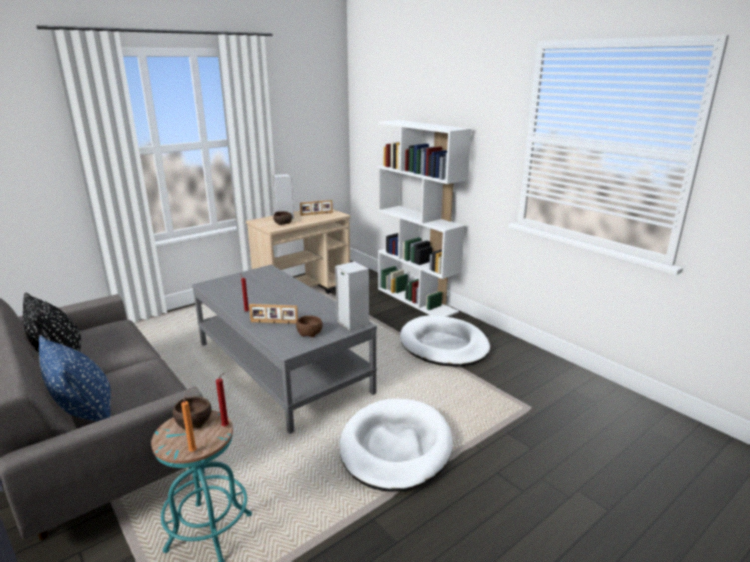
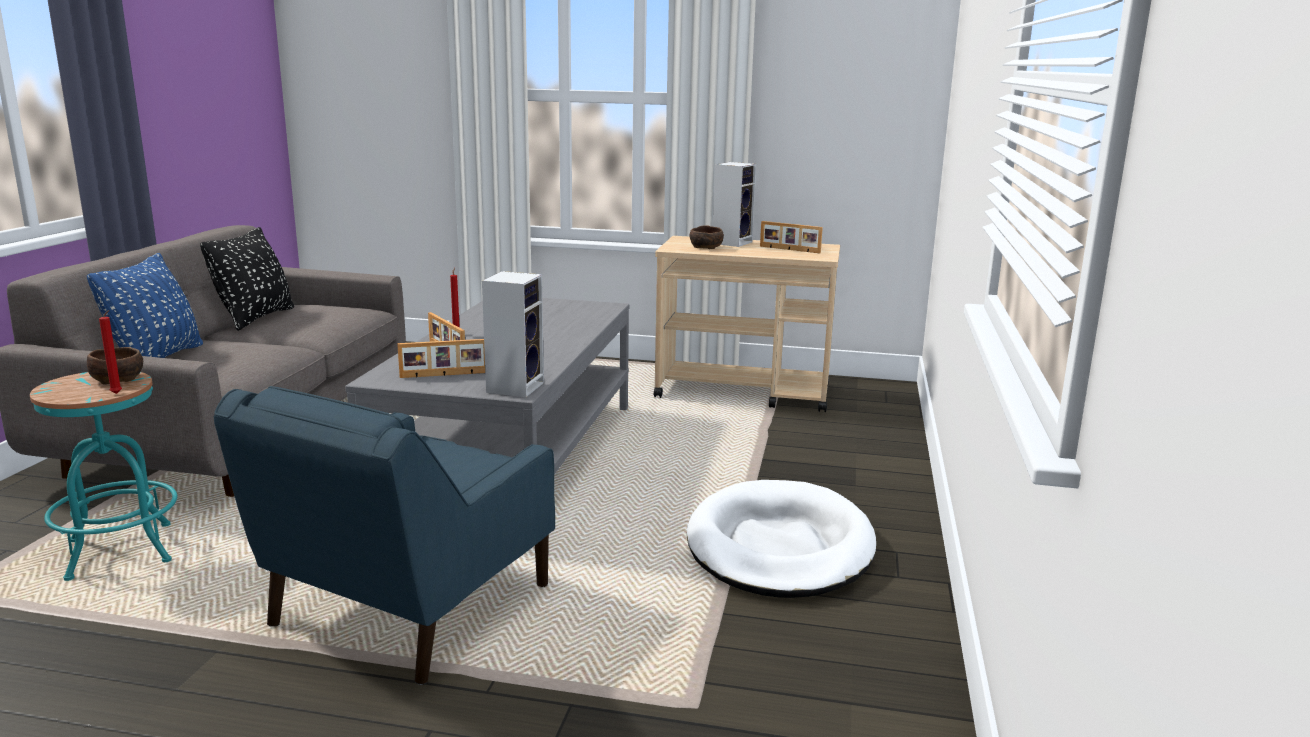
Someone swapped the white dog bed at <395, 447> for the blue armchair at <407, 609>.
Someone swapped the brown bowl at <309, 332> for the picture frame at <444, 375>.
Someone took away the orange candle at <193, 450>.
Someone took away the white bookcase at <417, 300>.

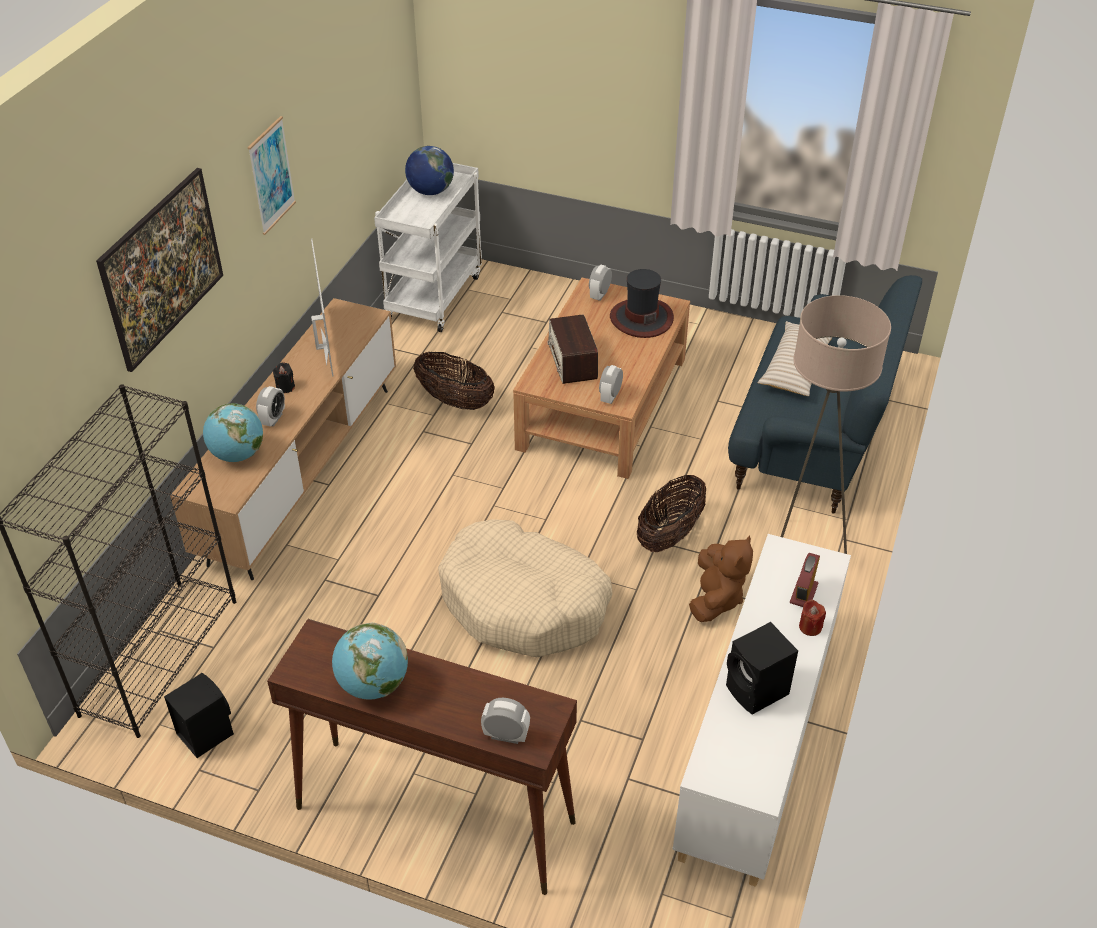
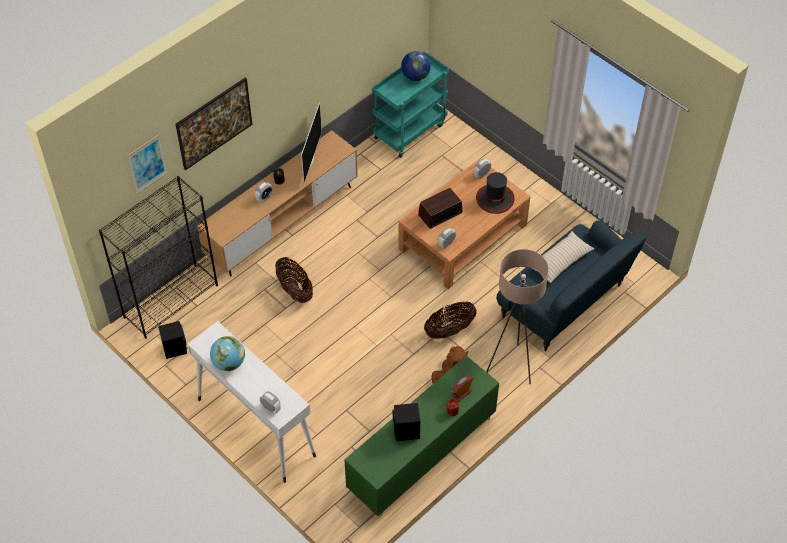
Someone carried the picture from <271, 175> to <147, 164>.
Someone repainted the brown console table at <433, 814>, which became the white console table at <255, 427>.
Someone carried the basket from <455, 401> to <295, 290>.
Someone repainted the white cabinet at <756, 744>, which became the green cabinet at <421, 455>.
Someone repainted the white cart at <434, 295>, which became the turquoise cart at <409, 130>.
Someone rotated the radio at <572, 362> by 45 degrees clockwise.
Someone took away the globe at <238, 455>.
Someone took away the beige dog bed at <524, 603>.

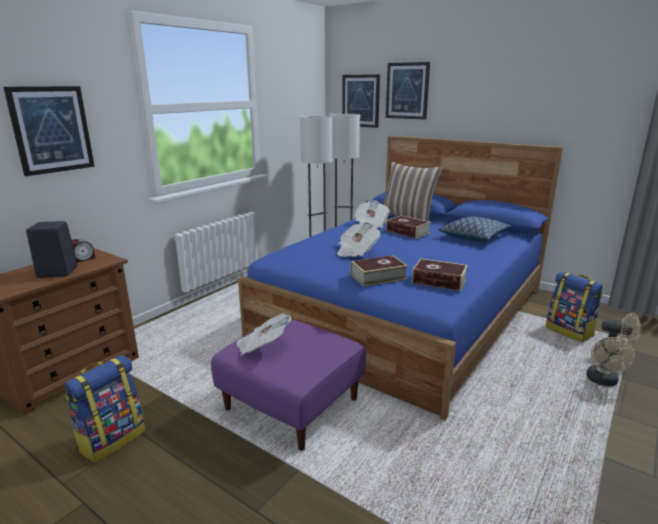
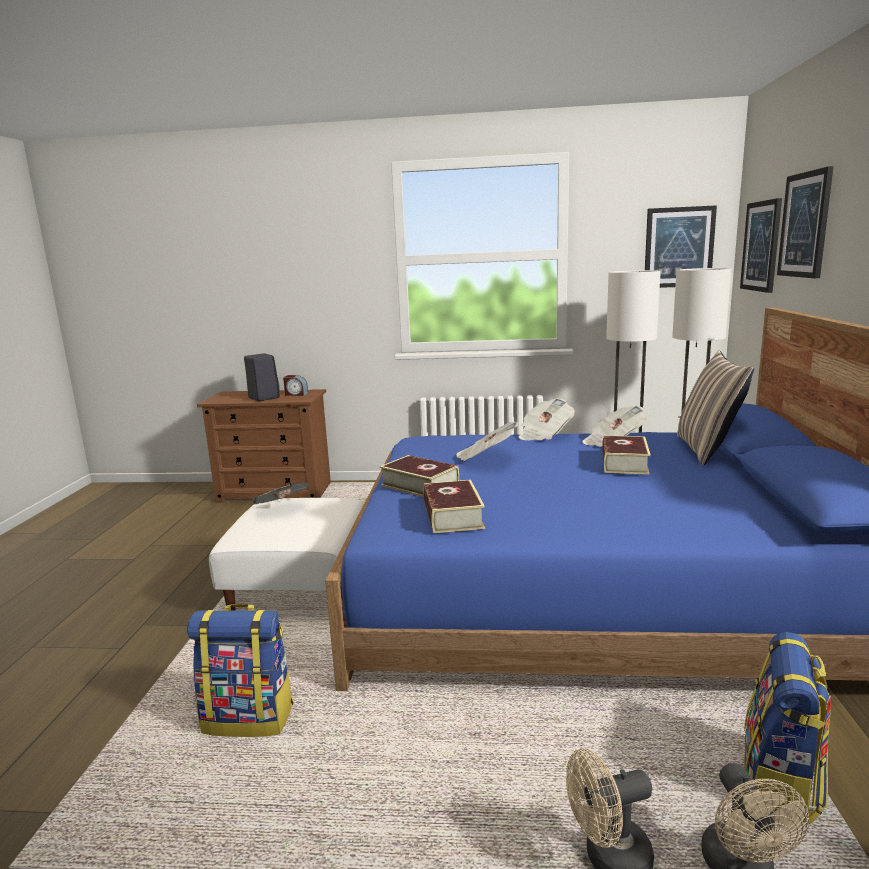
Someone carried the backpack from <112, 439> to <249, 717>.
Someone repainted the purple ottoman at <292, 404>, which became the white ottoman at <300, 588>.
Someone put down the newspaper at <544, 435>.
Someone carried the picture from <51, 129> to <678, 247>.
Someone took away the pillow at <473, 236>.

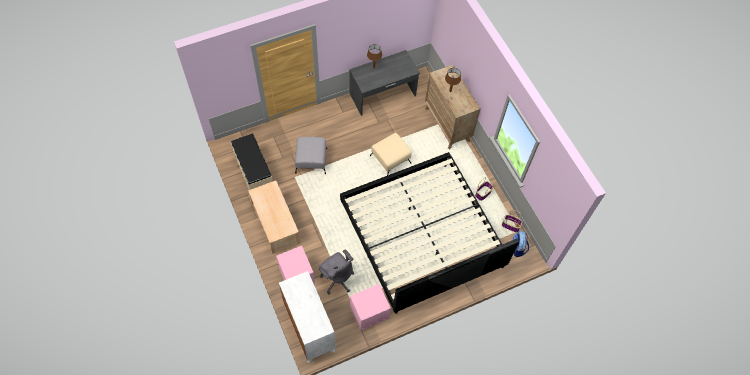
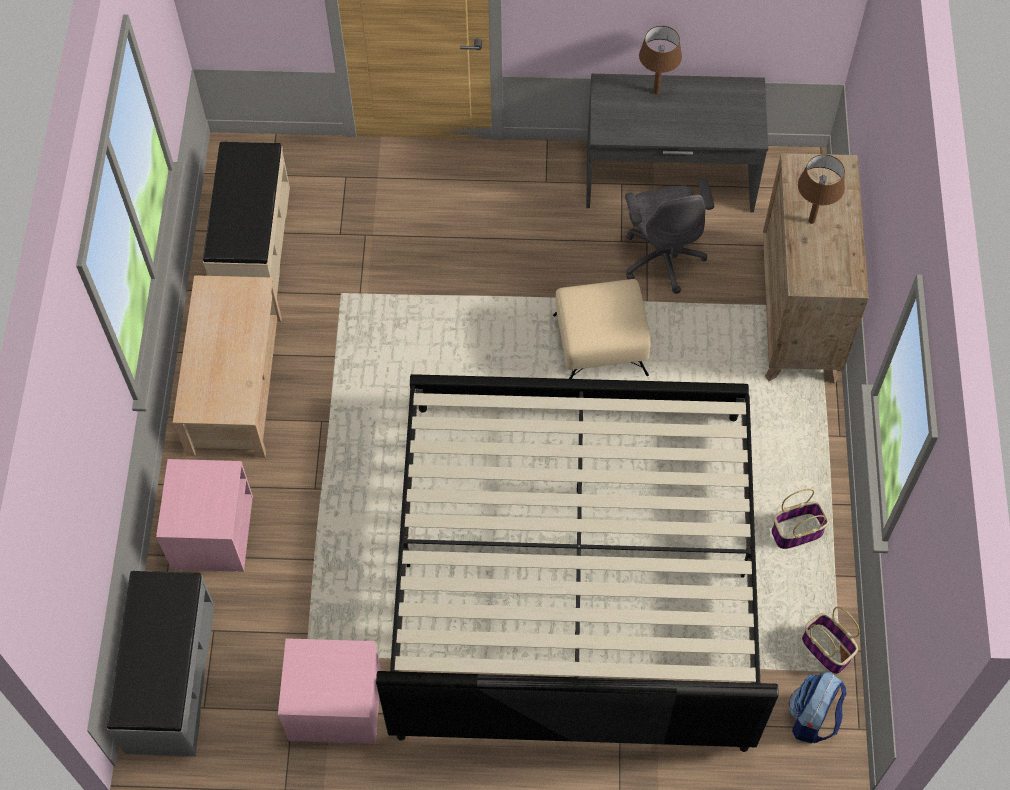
Someone swapped the white dresser at <309, 329> for the grey bench at <169, 678>.
Someone carried the grey office chair from <337, 279> to <663, 257>.
Someone took away the grey ottoman at <311, 160>.

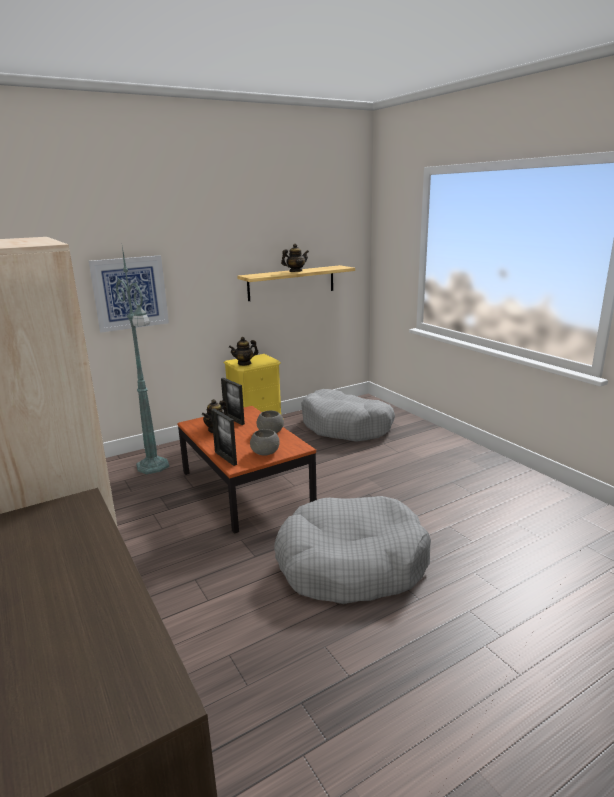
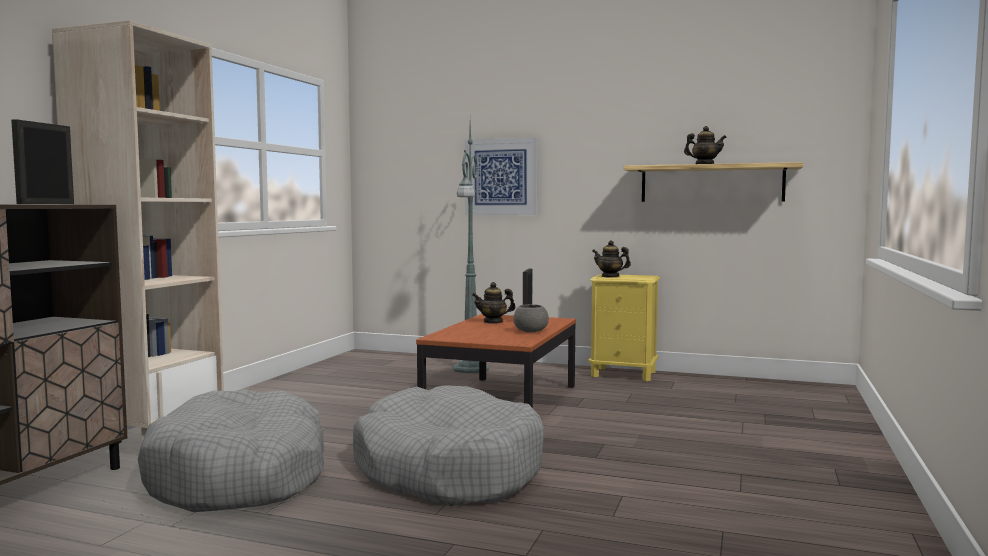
Someone carried the picture frame from <225, 458> to <46, 204>.
Someone carried the grey dog bed from <346, 426> to <240, 476>.
Someone took away the grey bowl at <265, 453>.

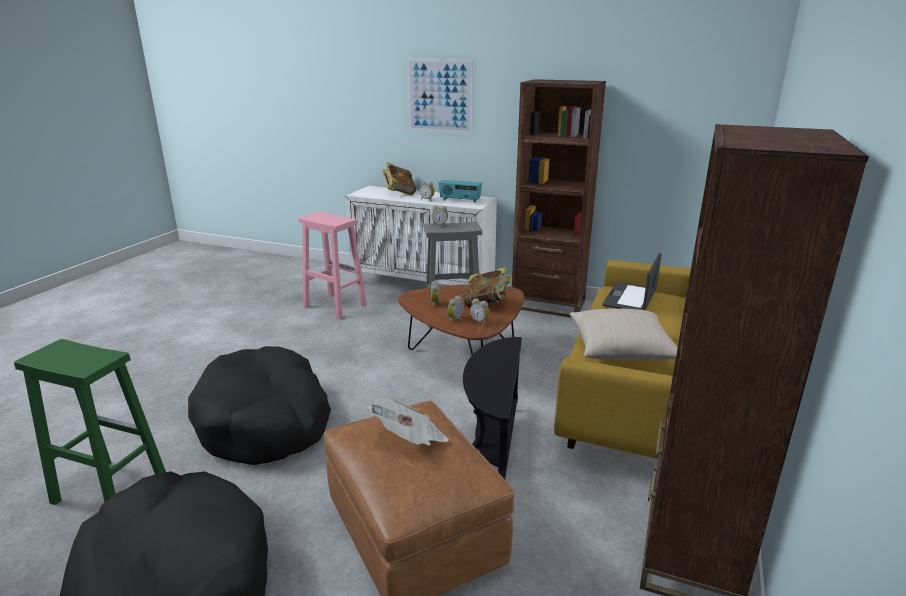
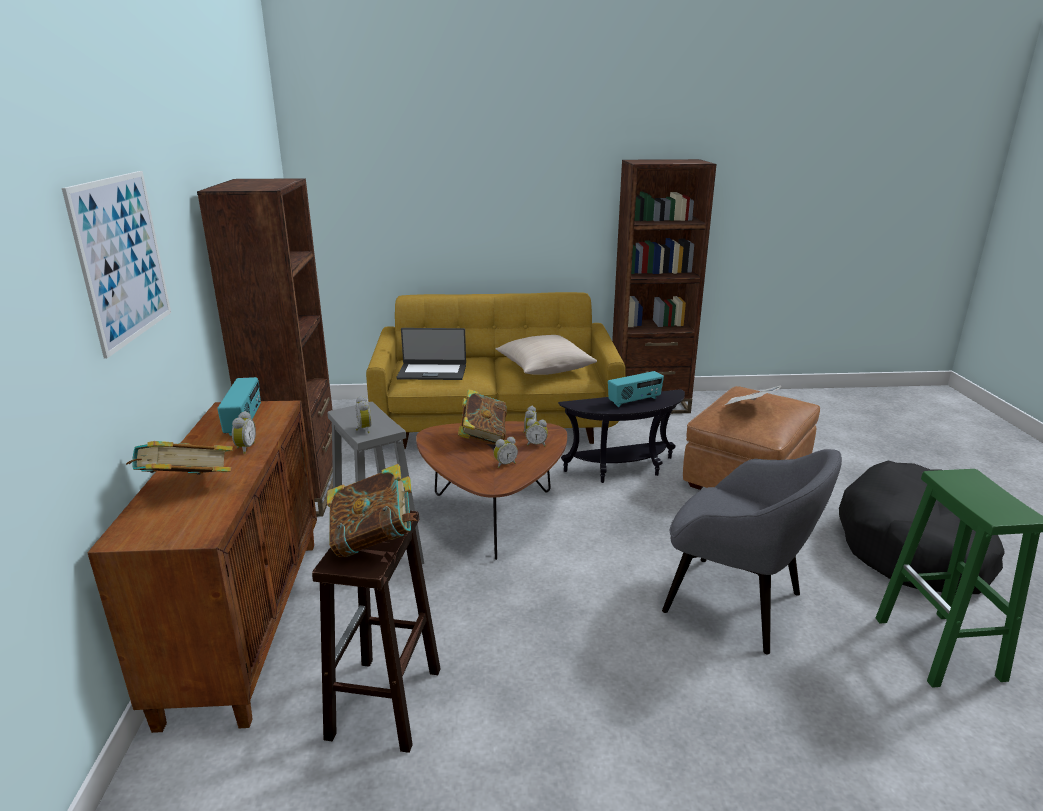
Someone repainted the white cabinet at <423, 286>, which became the brown cabinet at <245, 622>.
Someone repainted the pink stool at <334, 306>, which became the brown stool at <385, 704>.
Someone put down the book at <374, 541>.
Someone put down the radio at <634, 401>.
Someone swapped the black dog bed at <265, 421> for the grey armchair at <736, 604>.

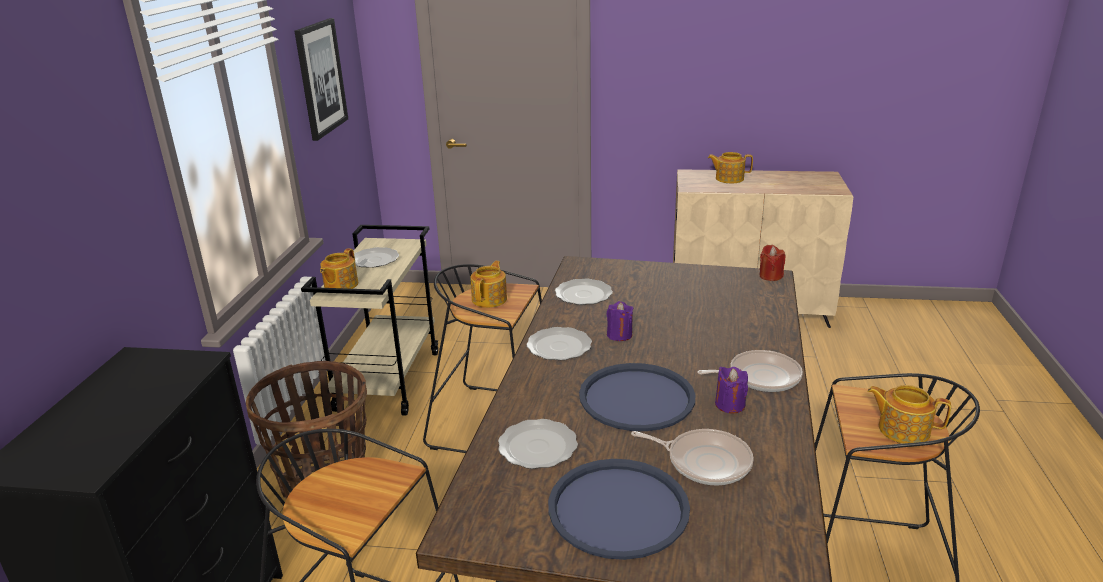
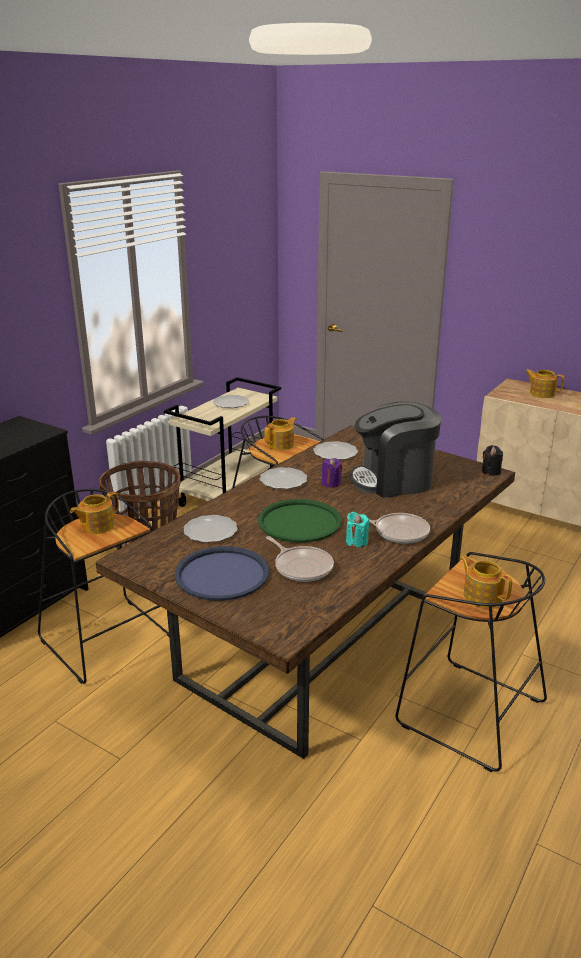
Someone carried the teapot from <340, 285> to <96, 526>.
Someone repainted the blue tray at <636, 398>, which became the green tray at <299, 522>.
Someone repainted the purple candle at <730, 405>, which became the turquoise candle at <356, 542>.
Someone put down the coffee machine at <393, 480>.
Someone repainted the red candle at <770, 276>, which became the black candle at <491, 472>.
Someone took away the picture at <321, 78>.

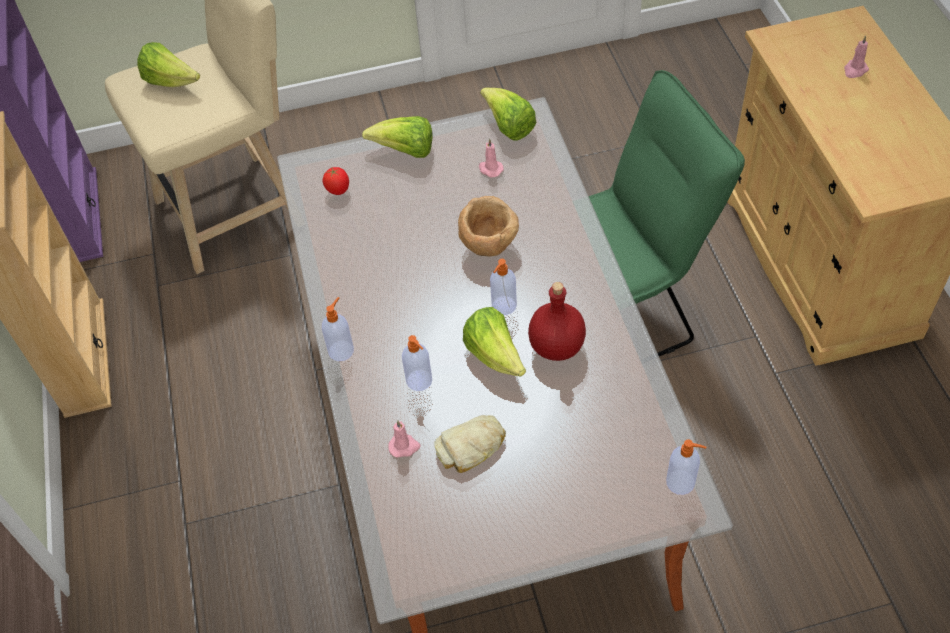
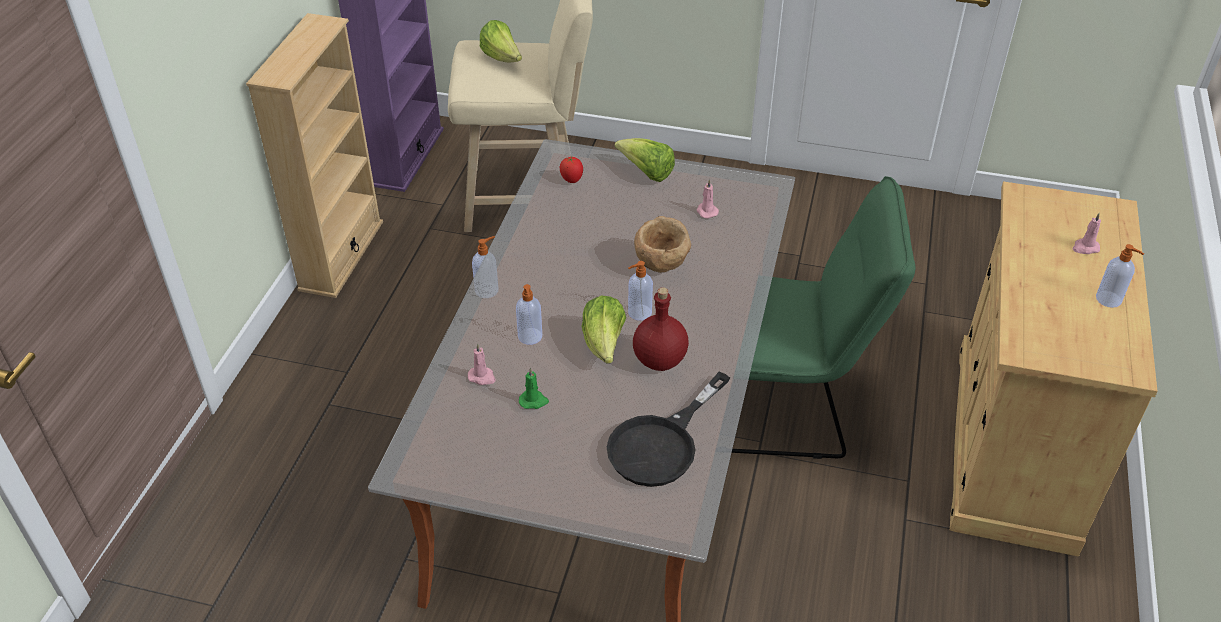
Someone swapped the bread at <471, 447> for the green candle at <534, 401>.
Someone put down the black frying pan at <661, 444>.
Someone carried the soap dispenser from <681, 482> to <1109, 300>.
Someone took away the lettuce at <508, 126>.

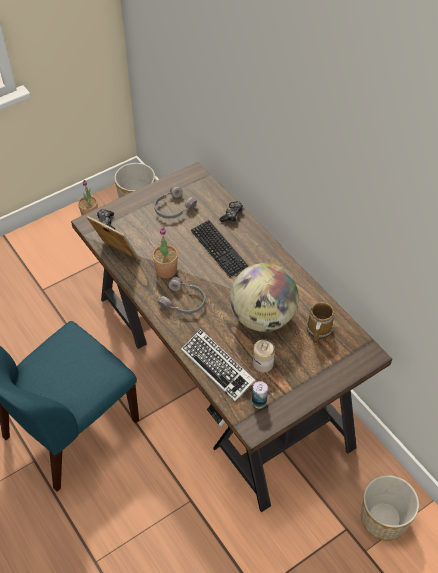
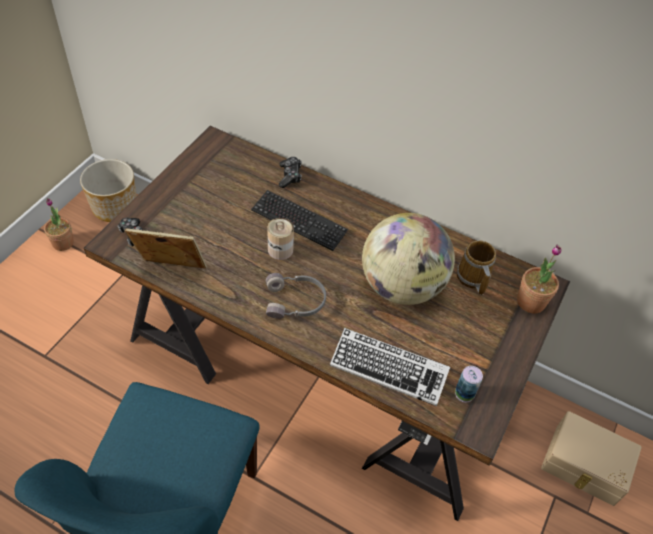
Someone carried the can from <263, 363> to <280, 250>.
Someone carried the potted plant from <166, 270> to <531, 302>.
Someone swapped the planter at <384, 519> for the beige storage box at <584, 466>.
Someone took away the grey headphones at <173, 208>.

